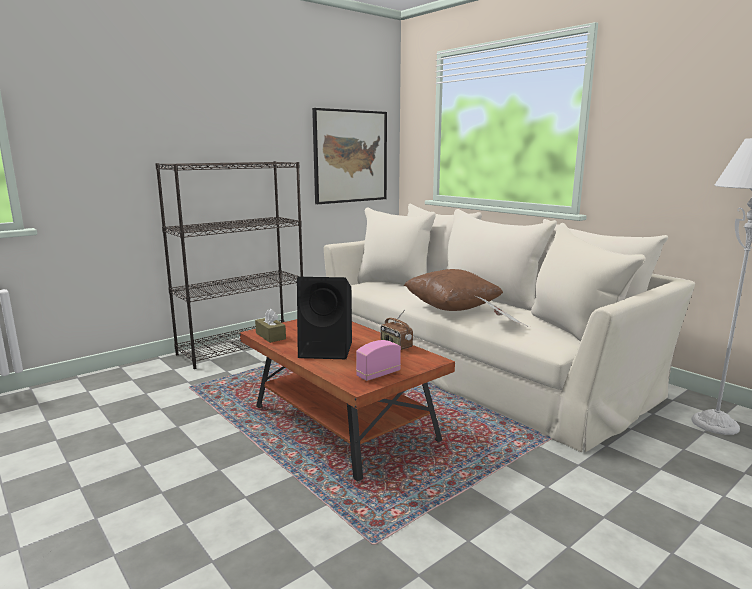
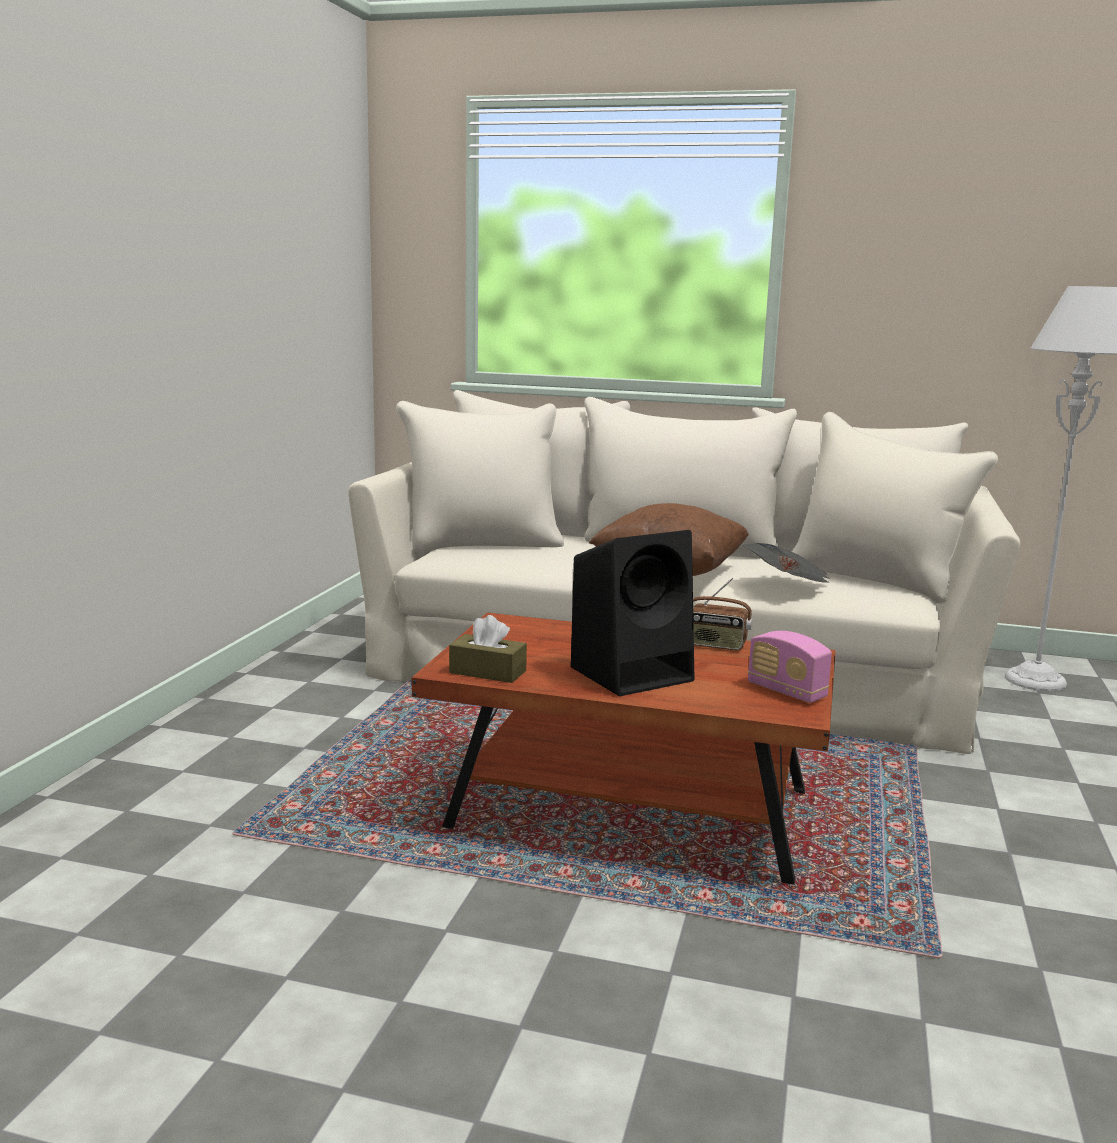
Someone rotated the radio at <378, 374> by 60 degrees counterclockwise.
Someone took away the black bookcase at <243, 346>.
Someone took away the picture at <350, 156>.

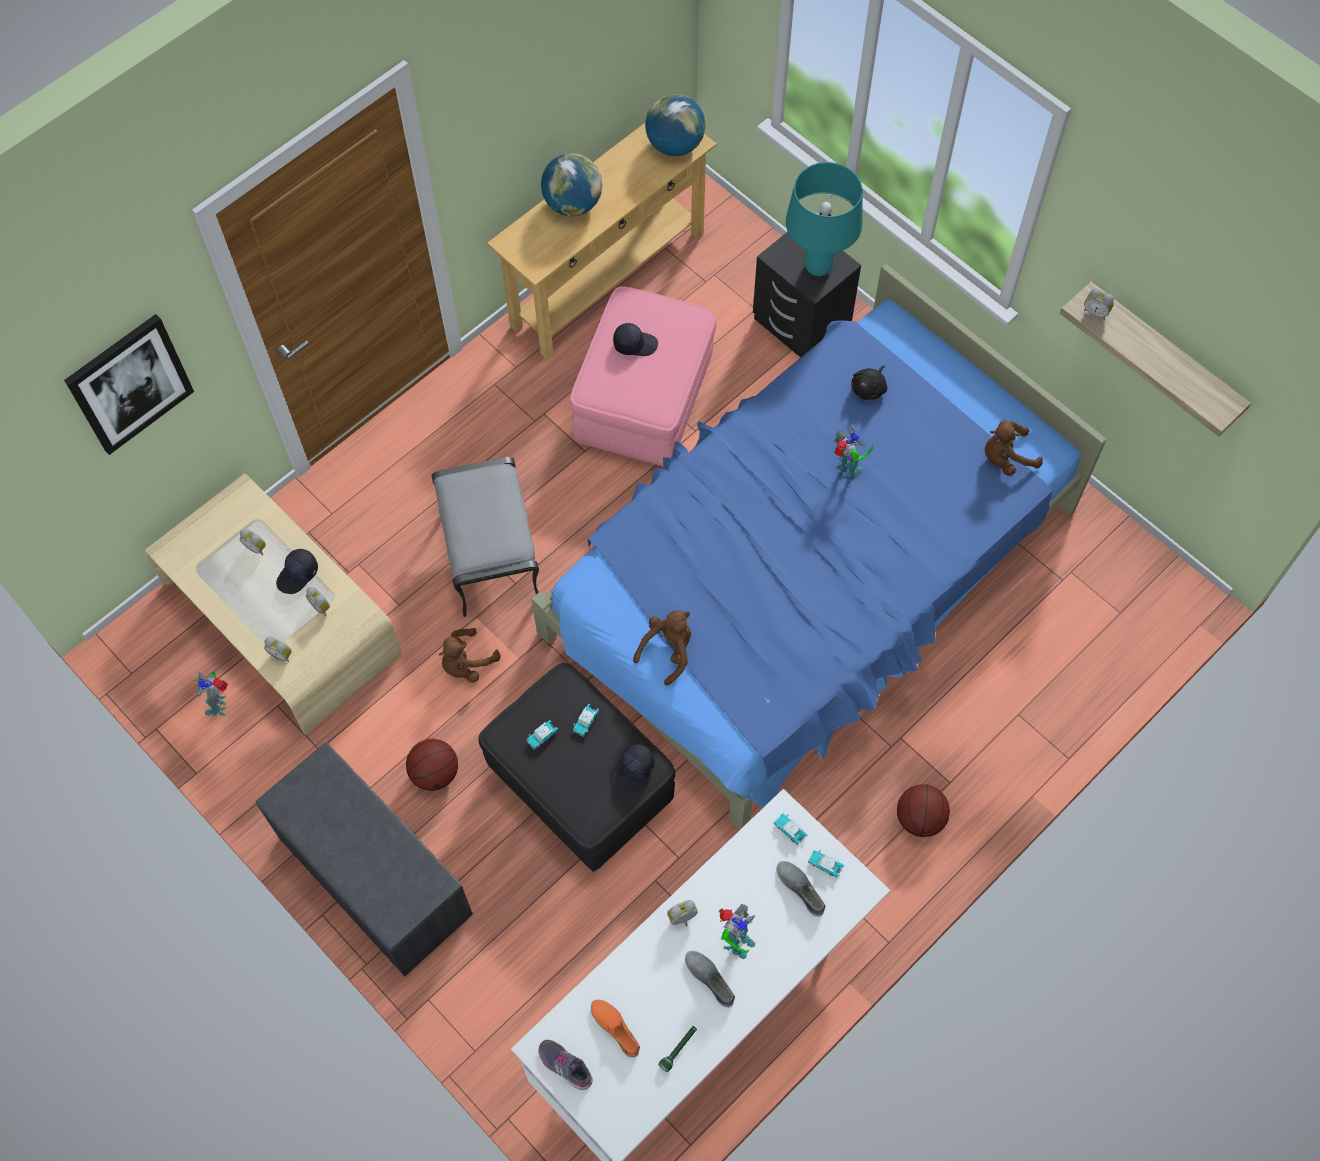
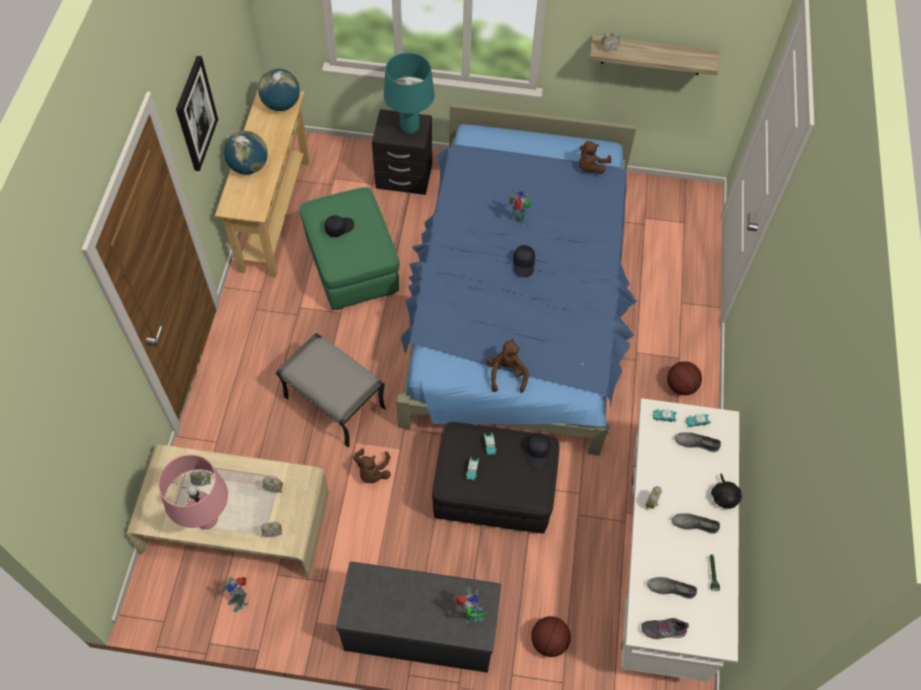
Someone put down the pink table lamp at <207, 520>.
Someone carried the picture from <129, 383> to <195, 114>.
Someone repainted the pink ottoman at <645, 400>, which became the green ottoman at <352, 265>.
Someone carried the toy robot from <735, 943> to <471, 615>.
Someone carried the black cap from <298, 575> to <524, 264>.
Someone carried the basketball from <435, 773> to <549, 641>.
Someone repainted the orange shoe at <615, 1028>, which became the grey shoe at <671, 588>.
Someone carried the black plush toy from <869, 388> to <724, 496>.

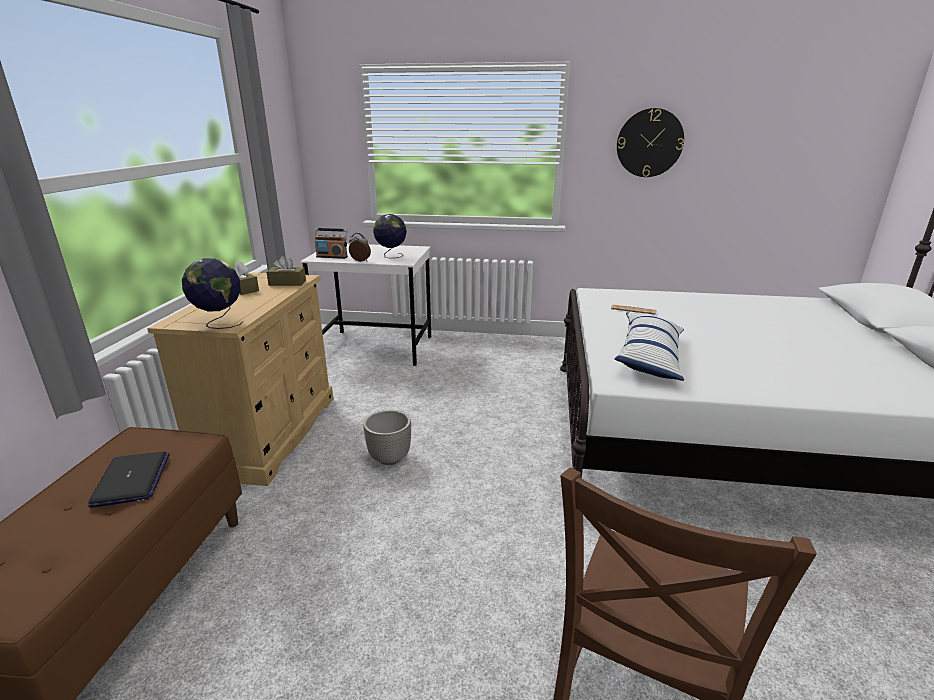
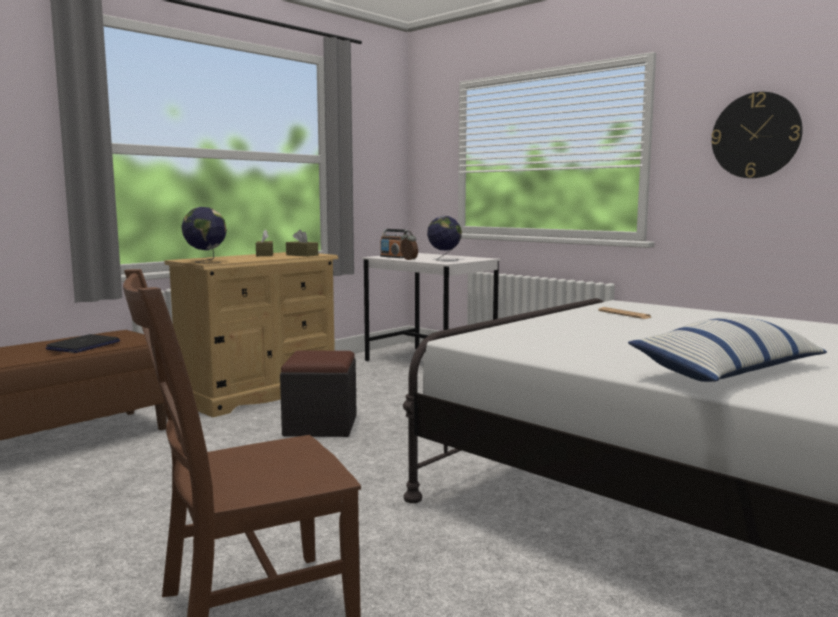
Someone swapped the planter at <389, 458> for the black ottoman at <320, 426>.
Someone carried the pillow from <649, 357> to <728, 371>.

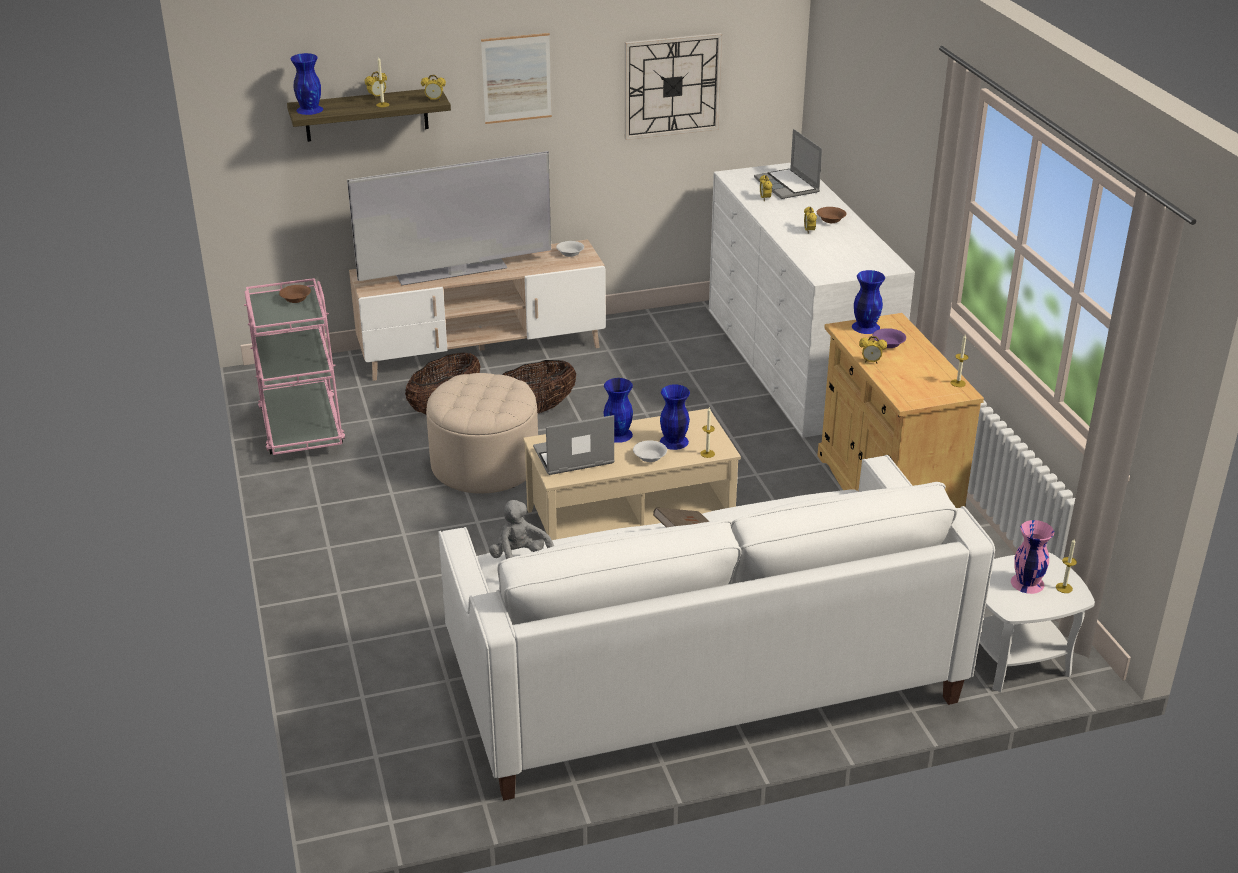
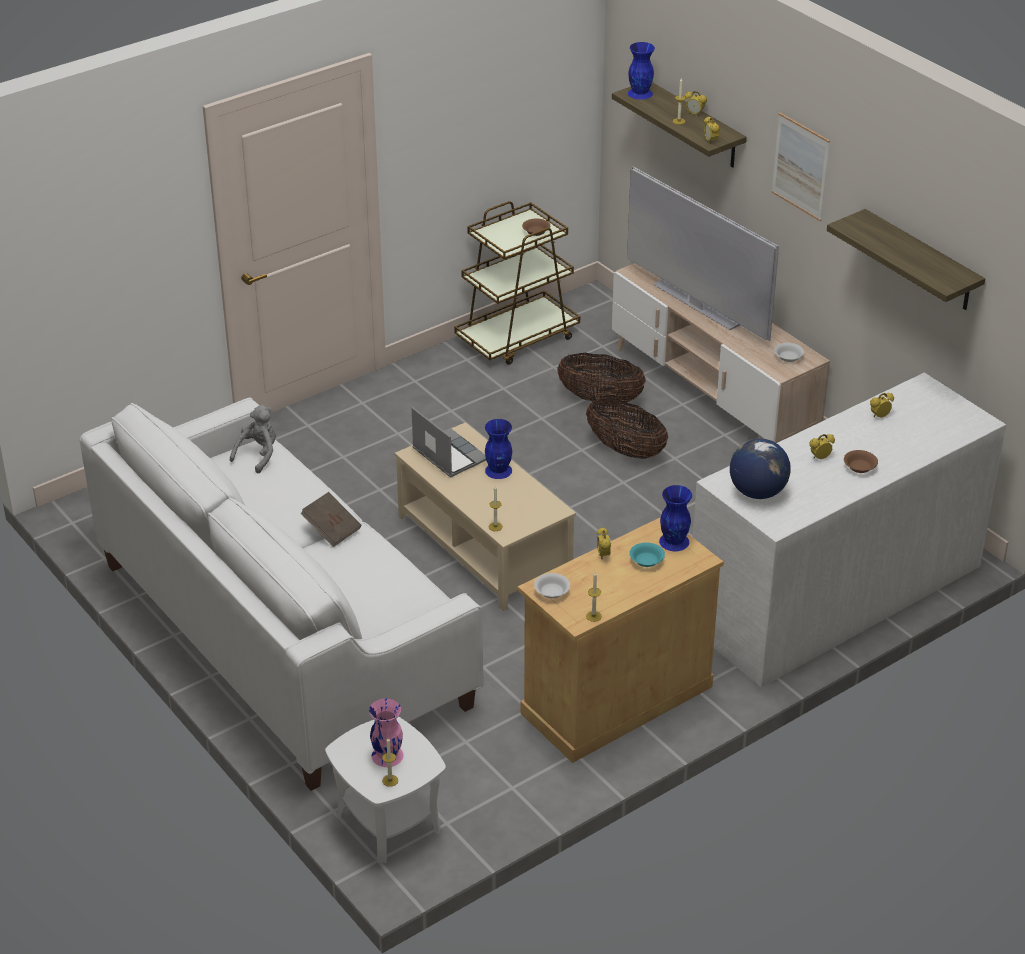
Someone repainted the pink cart at <302, 428>, which became the brown cart at <518, 338>.
Someone carried the white bowl from <649, 457> to <552, 592>.
Someone repainted the purple bowl at <888, 344>, which became the turquoise bowl at <646, 561>.
Someone put down the globe at <757, 492>.
Someone swapped the wall clock at <672, 86> for the shelf at <921, 261>.
Someone took away the beige ottoman at <485, 465>.
Someone took away the blue vase at <673, 441>.
Someone took away the laptop at <788, 186>.

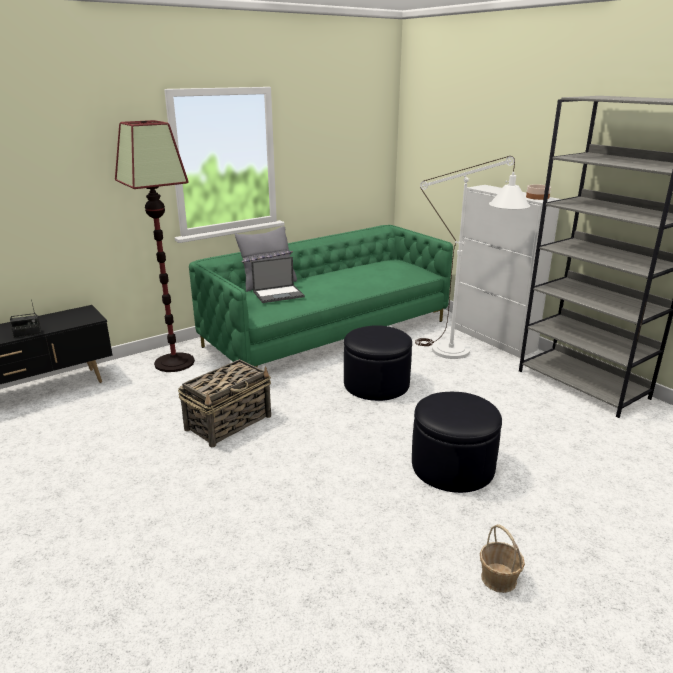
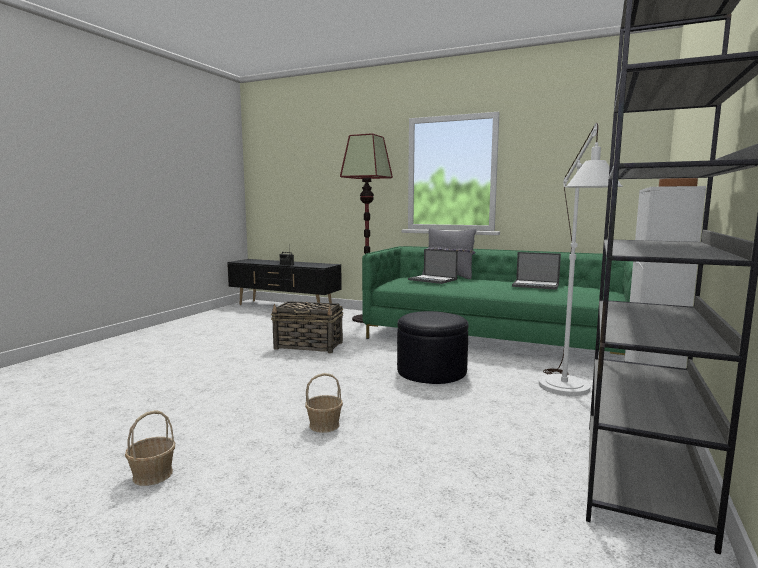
Someone swapped the black ottoman at <452, 466> for the basket at <324, 425>.
Someone put down the laptop at <536, 285>.

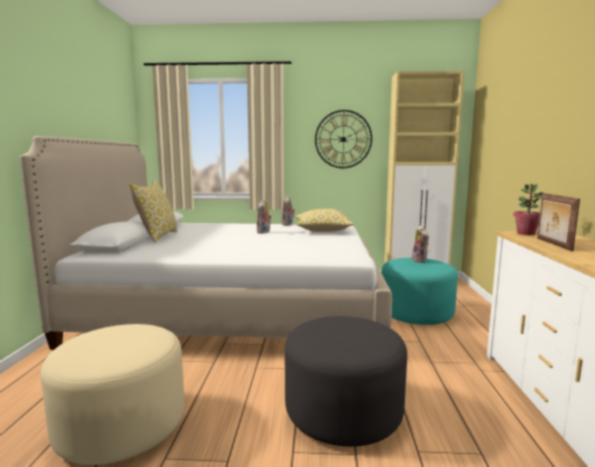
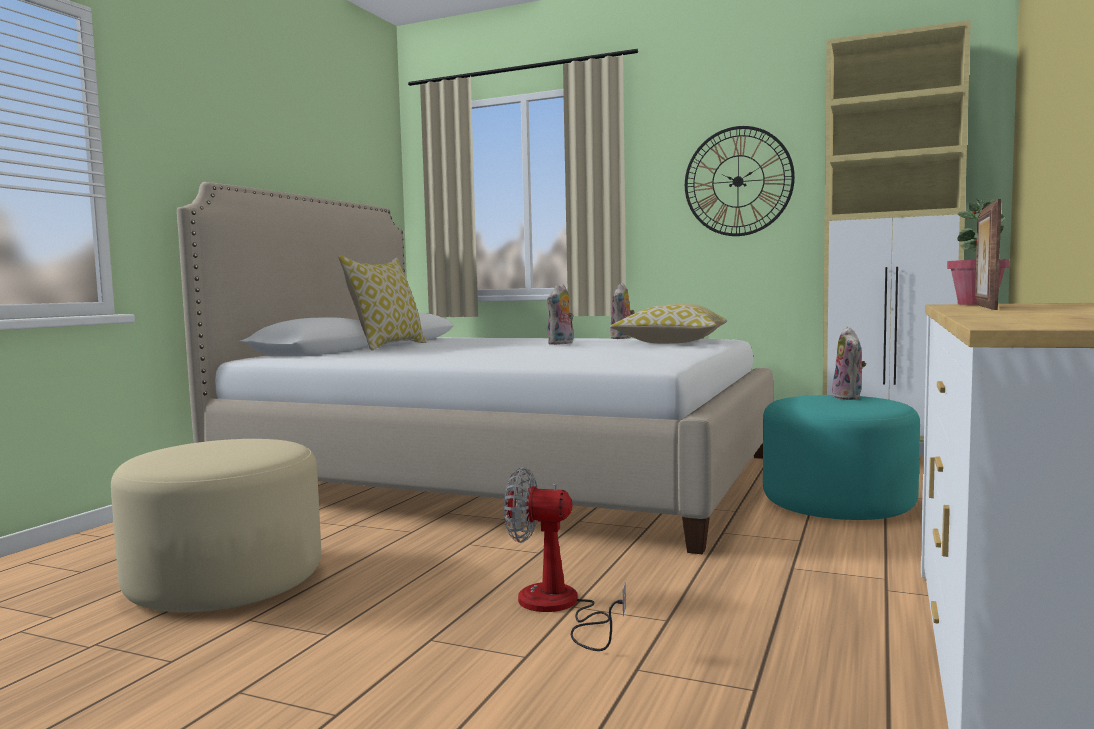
Someone swapped the grey ottoman at <343, 411> for the fan at <558, 608>.

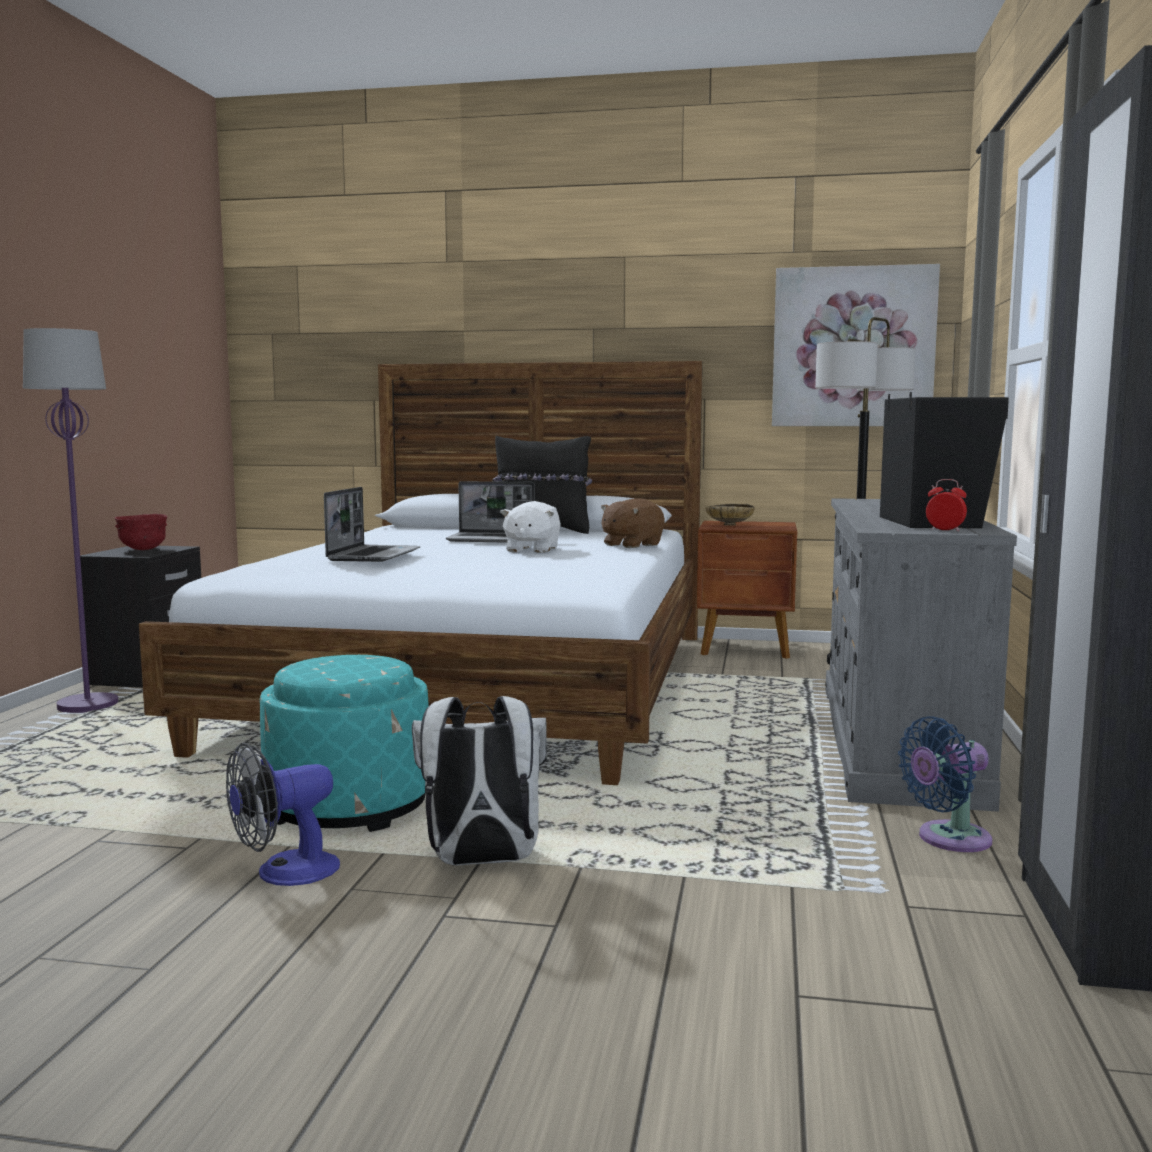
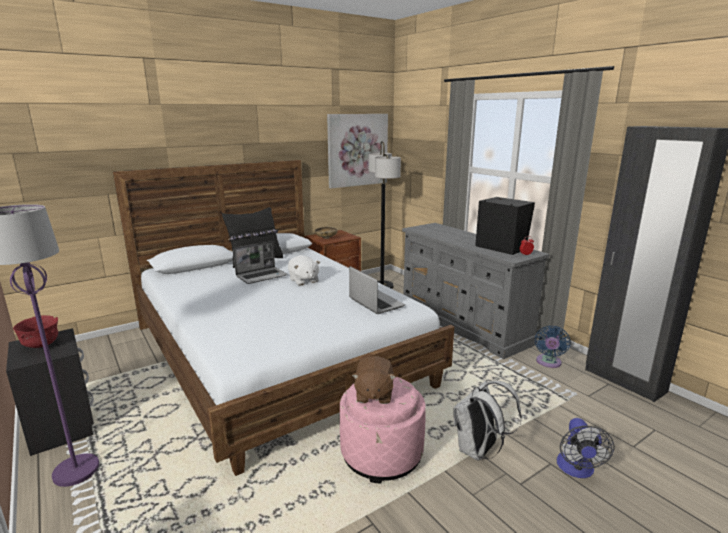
Someone repainted the turquoise ottoman at <349, 807>, which became the pink ottoman at <381, 455>.
Someone carried the laptop from <373, 555> to <375, 303>.
Someone carried the brown plush toy from <631, 545> to <373, 394>.
Someone carried the fan from <284, 873> to <576, 470>.

